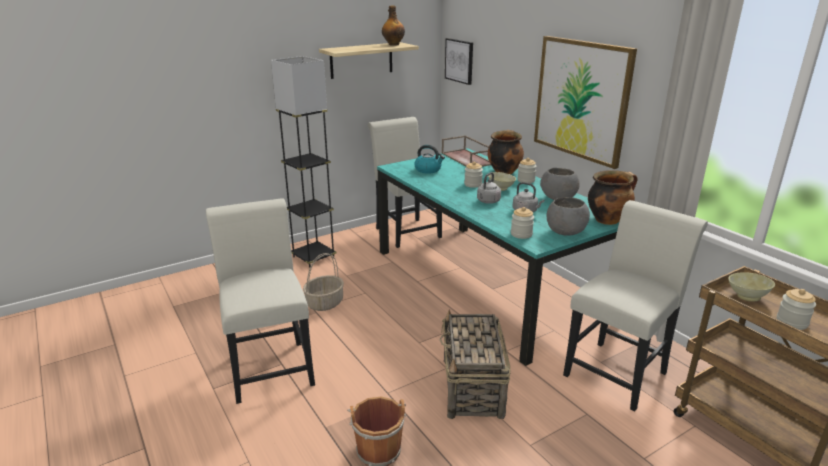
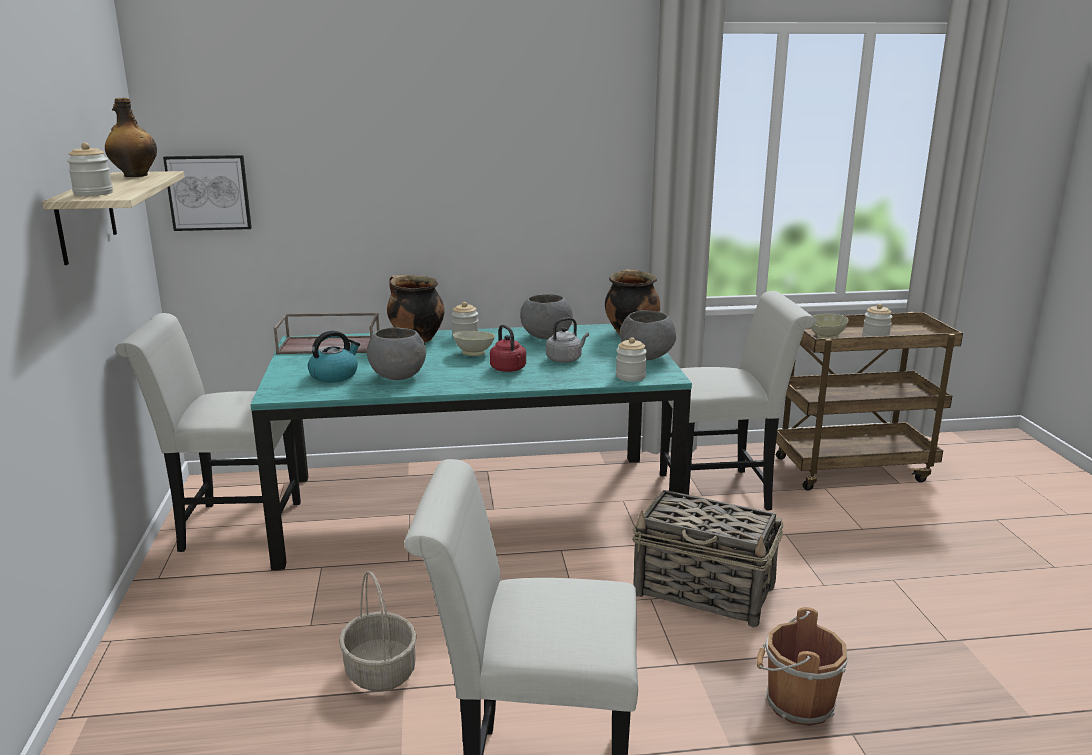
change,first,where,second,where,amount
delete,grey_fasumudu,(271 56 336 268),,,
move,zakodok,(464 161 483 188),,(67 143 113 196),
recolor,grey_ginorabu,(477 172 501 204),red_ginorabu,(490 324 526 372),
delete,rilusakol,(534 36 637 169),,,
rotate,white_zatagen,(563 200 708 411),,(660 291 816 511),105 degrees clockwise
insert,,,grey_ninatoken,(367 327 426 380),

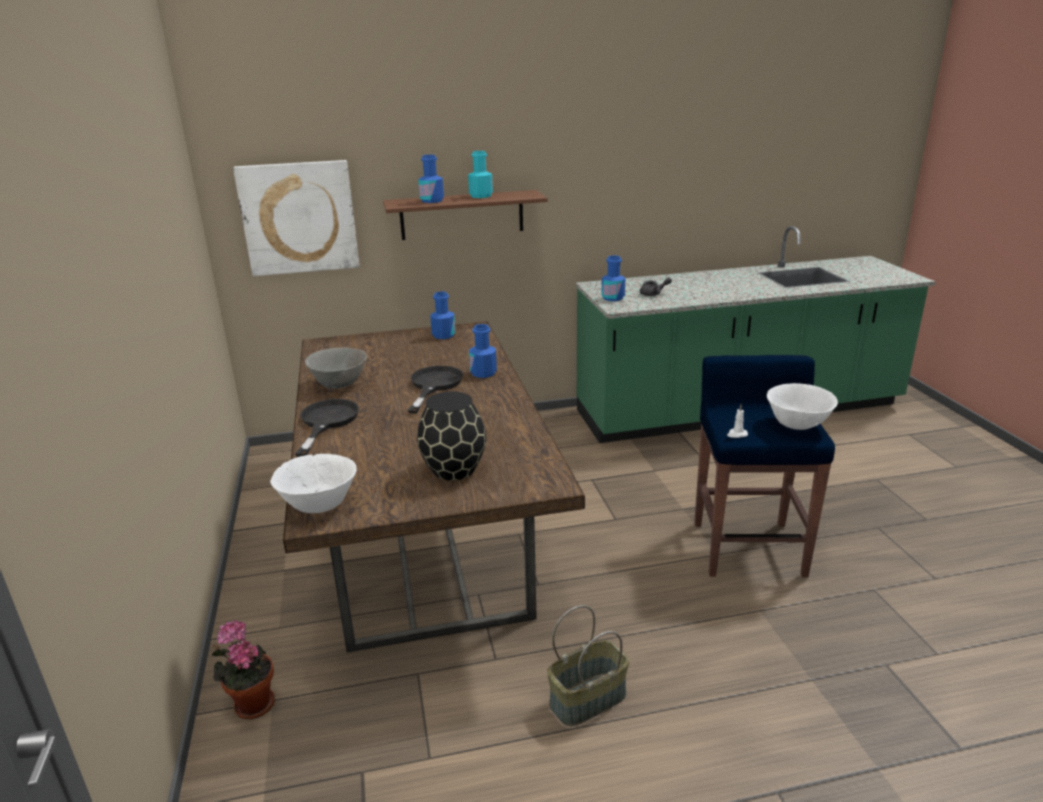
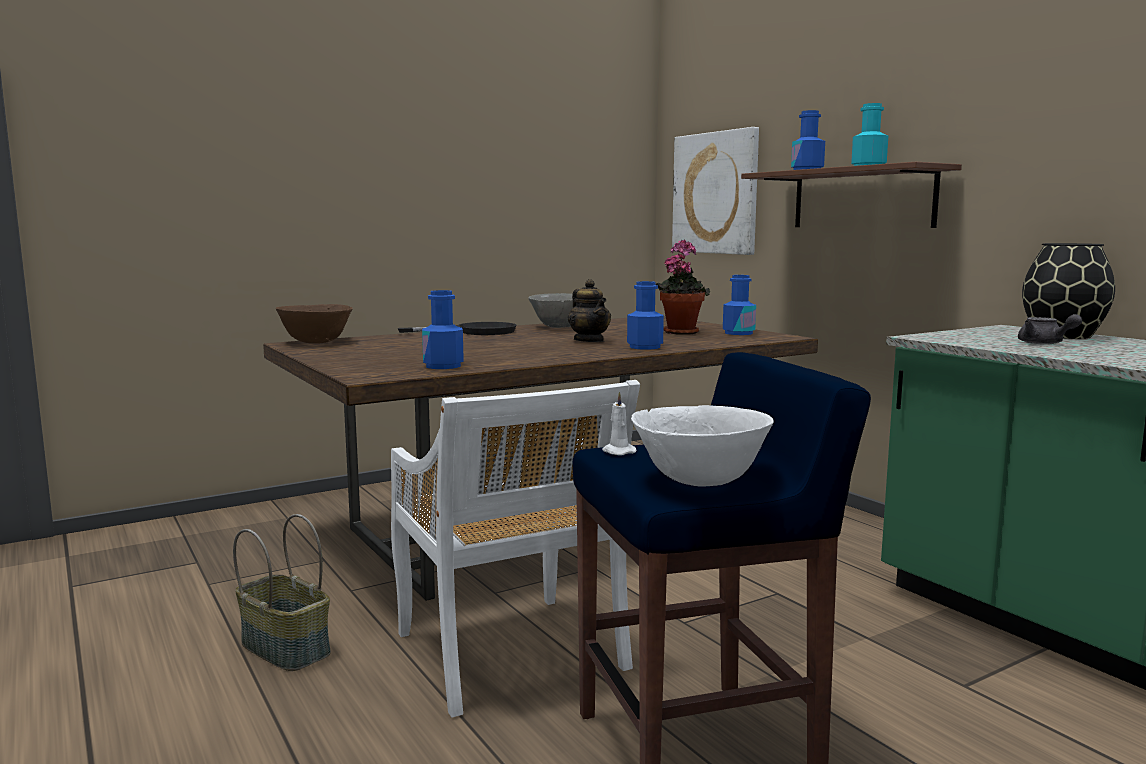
change,first,where,second,where,amount
move,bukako,(212 620 275 719),,(656 240 710 335),
recolor,white_ninatoken,(270 454 357 513),brown_ninatoken,(276 304 353 344),
replace,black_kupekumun,(408 366 463 413),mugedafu,(568 279 611 342),
move,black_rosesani,(417 391 486 481),,(1022 243 1115 339),
move,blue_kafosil,(601 256 625 301),,(422 290 464 369),
insert,,,white_zatagen,(391 380 640 717),

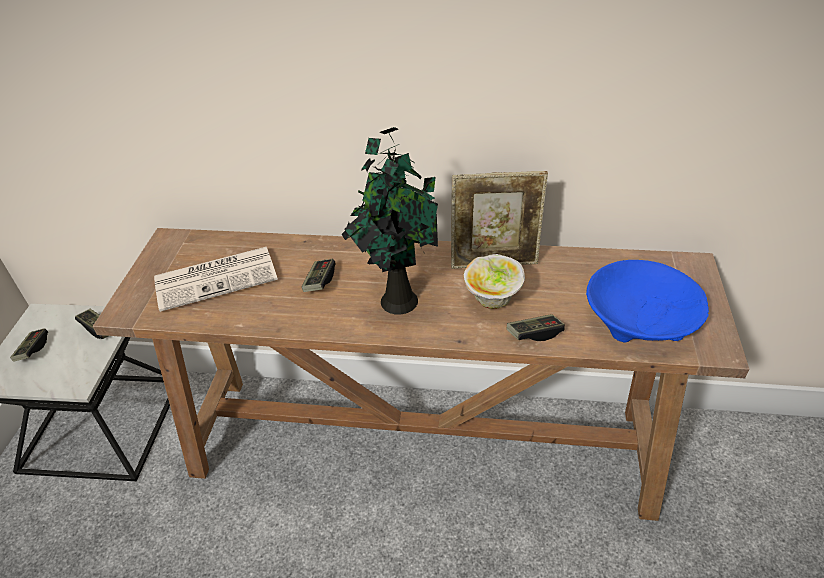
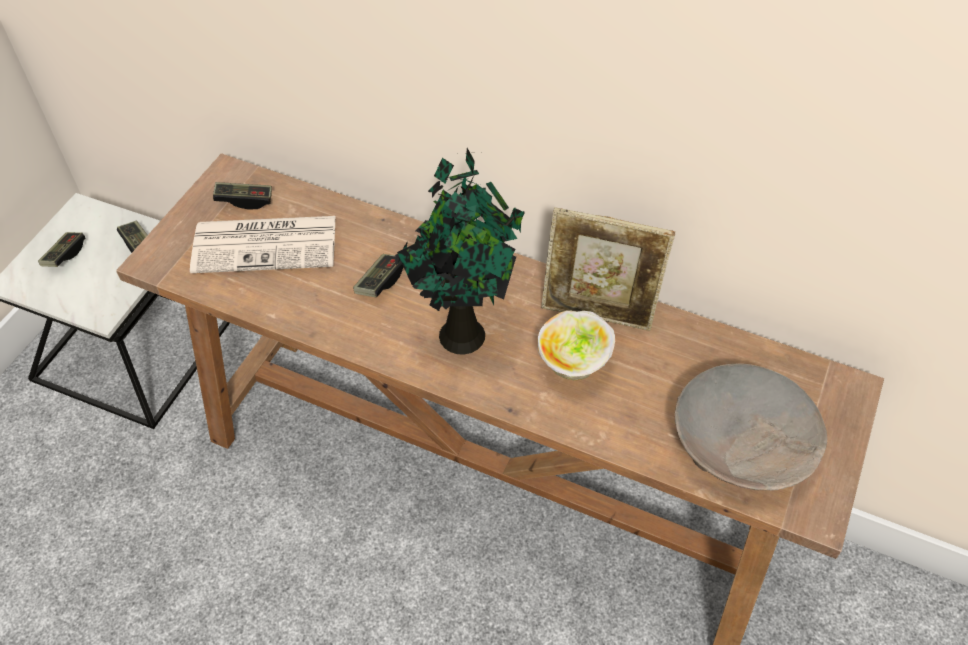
change,first,where,second,where,amount
move,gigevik,(506 314 565 341),,(213 182 272 210),
recolor,blue_ninatoken,(586 260 709 342),beige_ninatoken,(675 363 828 491),

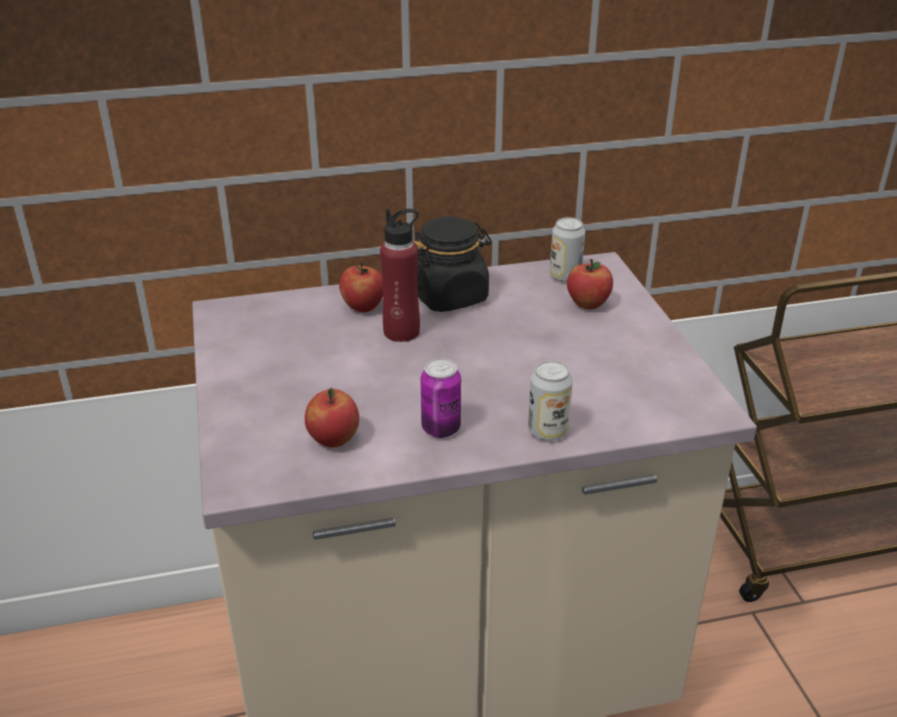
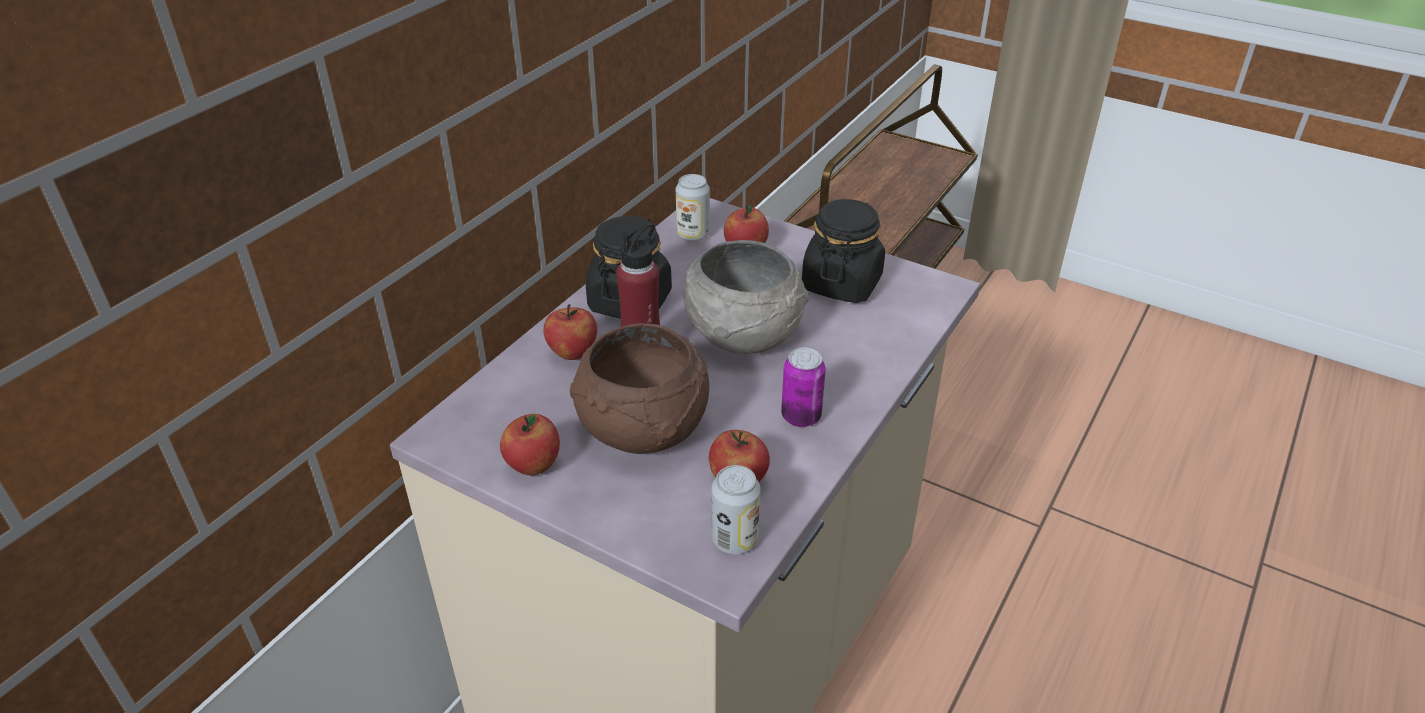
change,first,where,second,where,amount
move,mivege,(528 360 573 441),,(711 465 760 554),
insert,,,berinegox,(500 414 560 475),
insert,,,brown_ninatoken,(570 323 709 454),
insert,,,grey_ninatoken,(683 240 809 354),
insert,,,black_zakodok,(802 199 885 303),

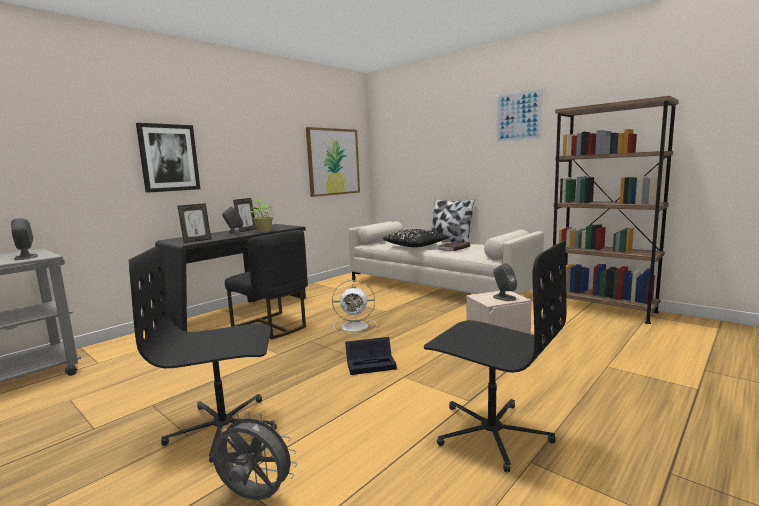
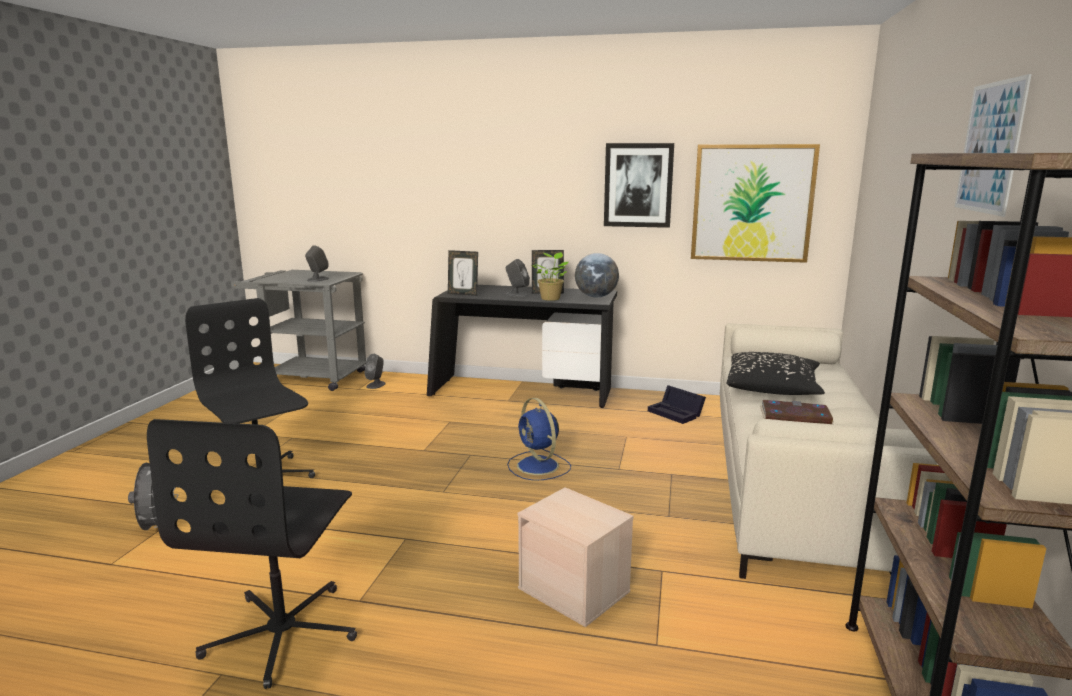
change,first,where,second,where,amount
move,rilusakol,(136 123 200 193),,(604 143 674 228),
delete,black_zatagen,(225 230 308 339),,,
recolor,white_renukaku,(332 280 377 334),blue_renukaku,(507 398 571 481),
move,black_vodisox,(345 337 397 375),,(648 385 706 424),
delete,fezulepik,(430 199 475 243),,,
move,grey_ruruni,(493 263 517 301),,(364 354 386 389),
insert,,,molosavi,(575 253 619 297),

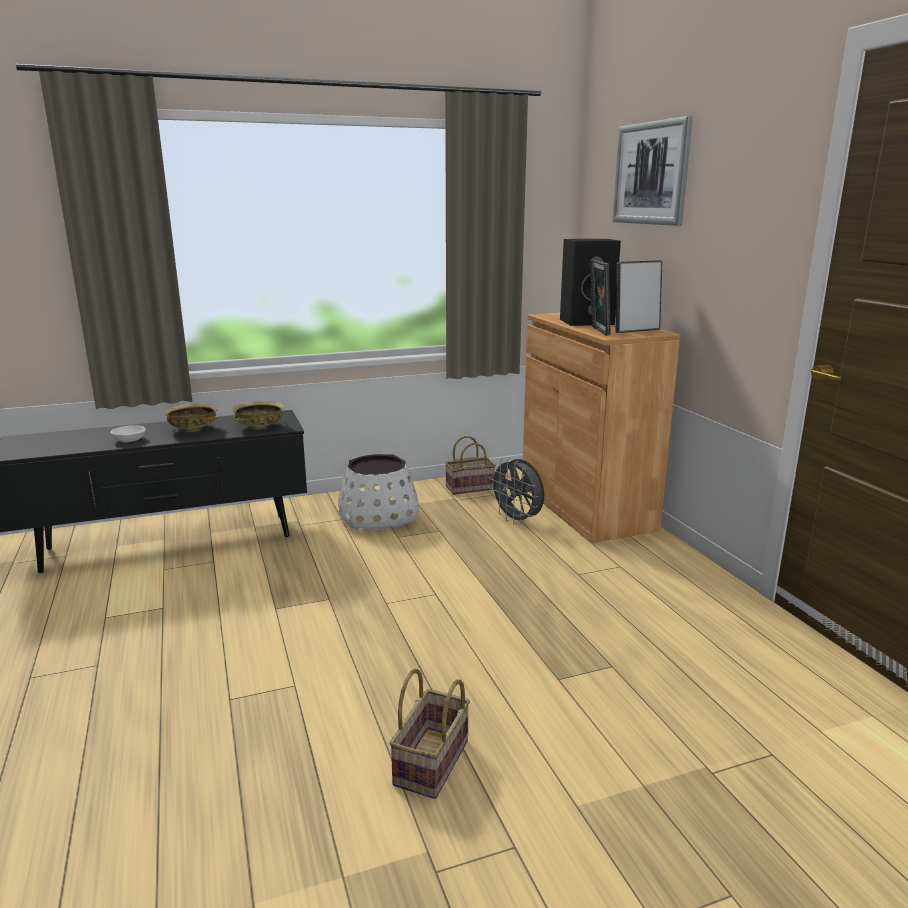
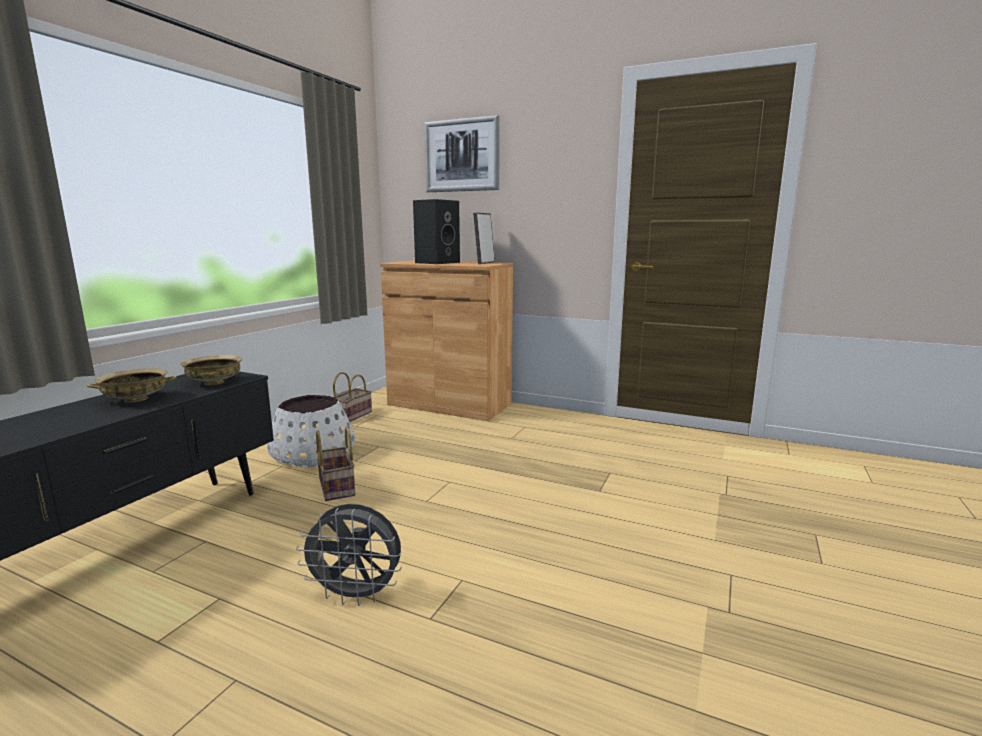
change,first,where,second,where,amount
delete,white_ninatoken,(110 425 146 442),,,
move,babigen,(389 669 470 799),,(316 426 355 501),
move,grey_renukaku,(489 458 544 525),,(296 504 402 606),
delete,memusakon,(590 259 611 336),,,

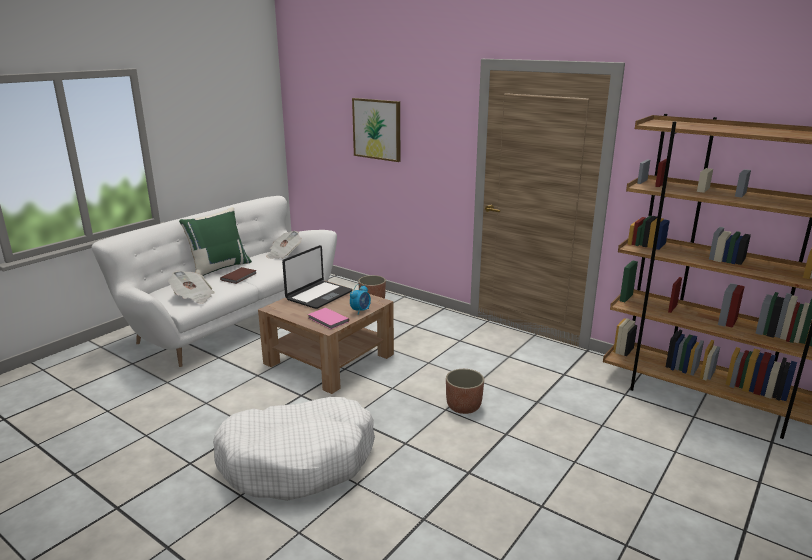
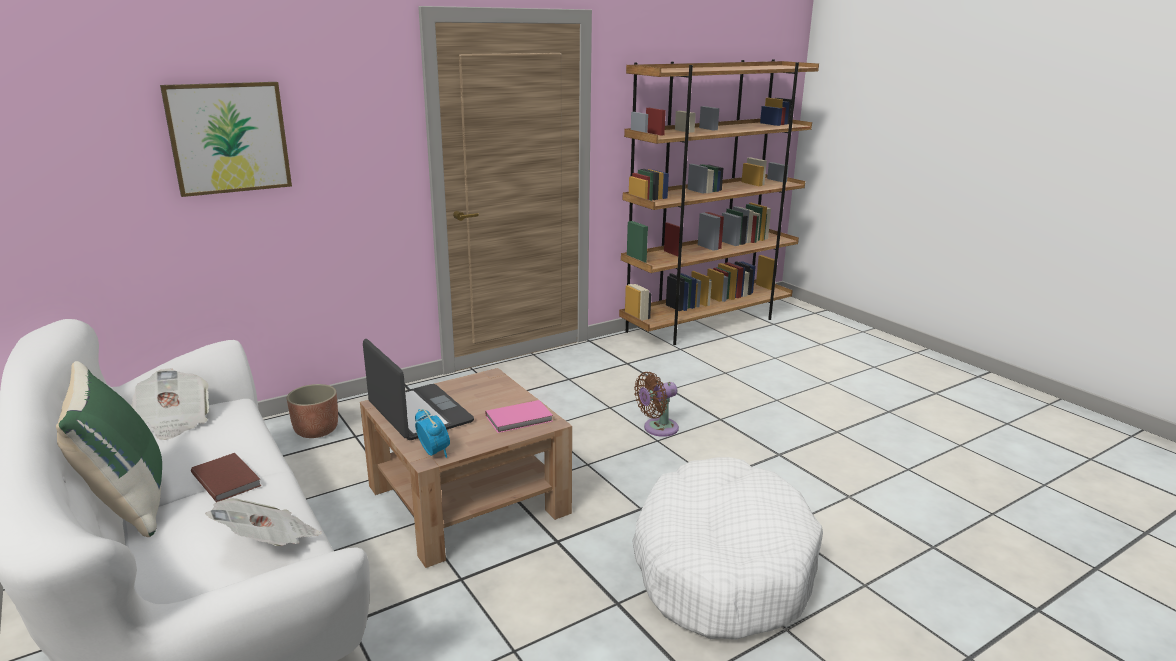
change,first,where,second,where,amount
move,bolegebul,(350 284 371 314),,(415 409 450 458),
replace,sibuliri,(446 369 484 414),brown_renukaku,(634 372 679 437),

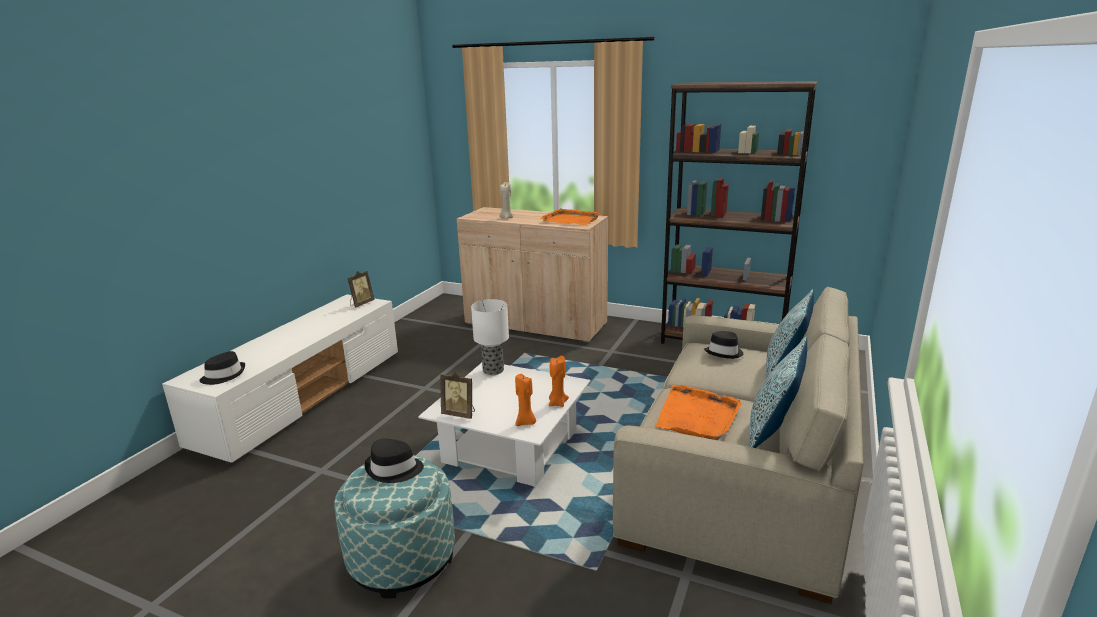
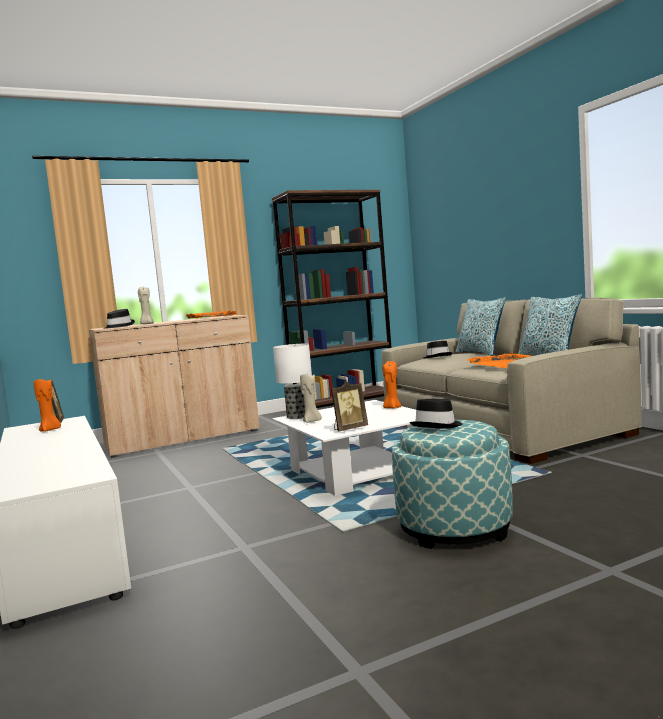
change,first,where,second,where,amount
move,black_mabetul,(199 351 245 385),,(103 309 135 329),
move,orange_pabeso,(515 374 536 426),,(34 379 61 432),
insert,,,beige_pabeso,(300 374 322 423),

